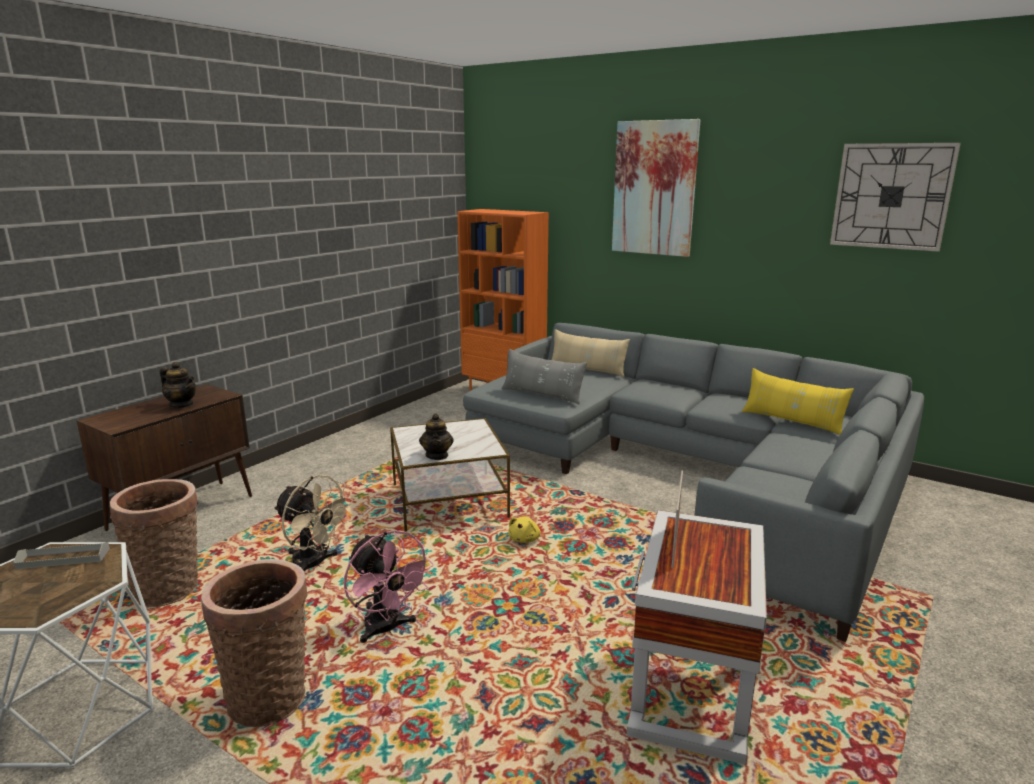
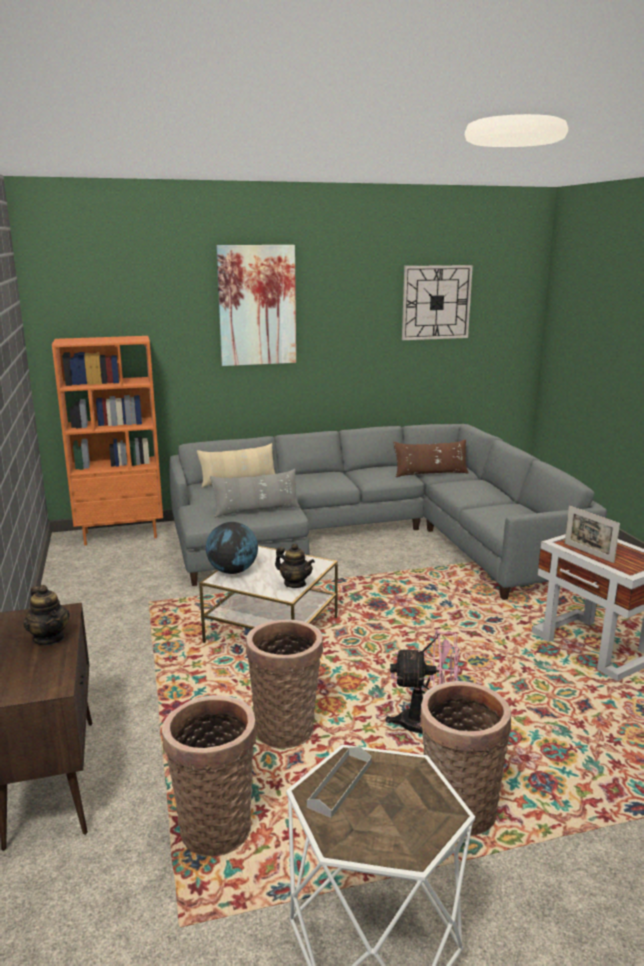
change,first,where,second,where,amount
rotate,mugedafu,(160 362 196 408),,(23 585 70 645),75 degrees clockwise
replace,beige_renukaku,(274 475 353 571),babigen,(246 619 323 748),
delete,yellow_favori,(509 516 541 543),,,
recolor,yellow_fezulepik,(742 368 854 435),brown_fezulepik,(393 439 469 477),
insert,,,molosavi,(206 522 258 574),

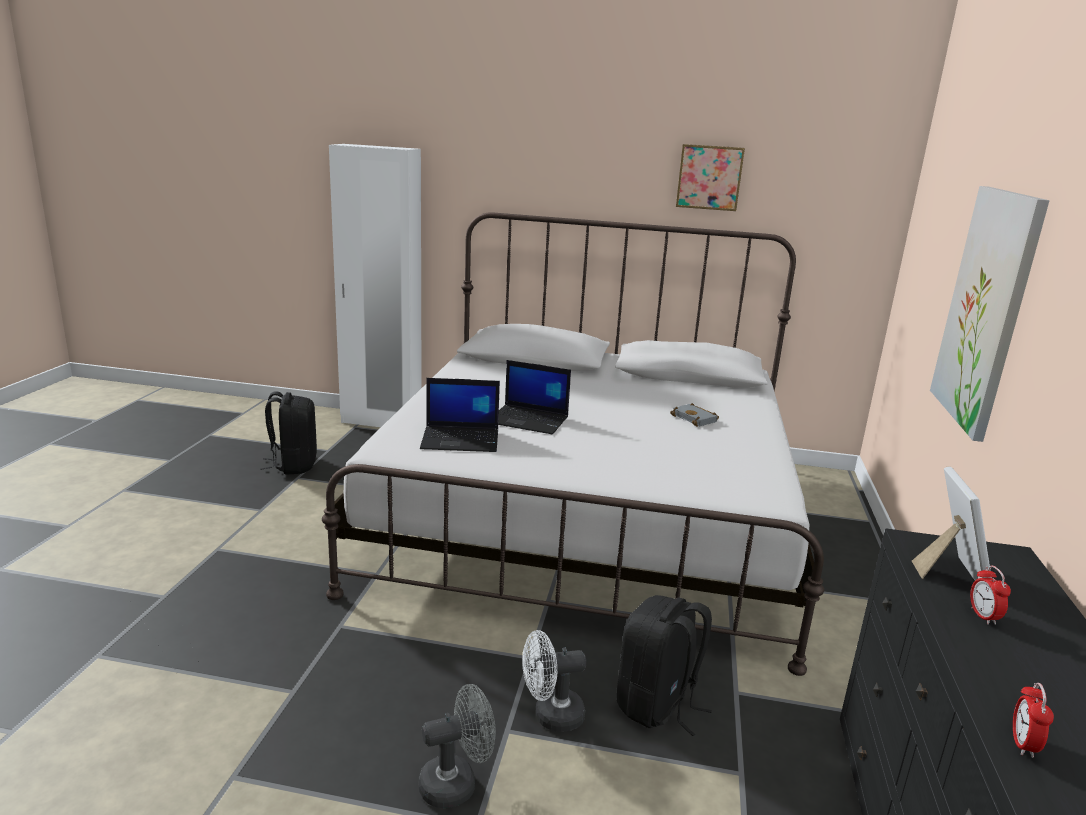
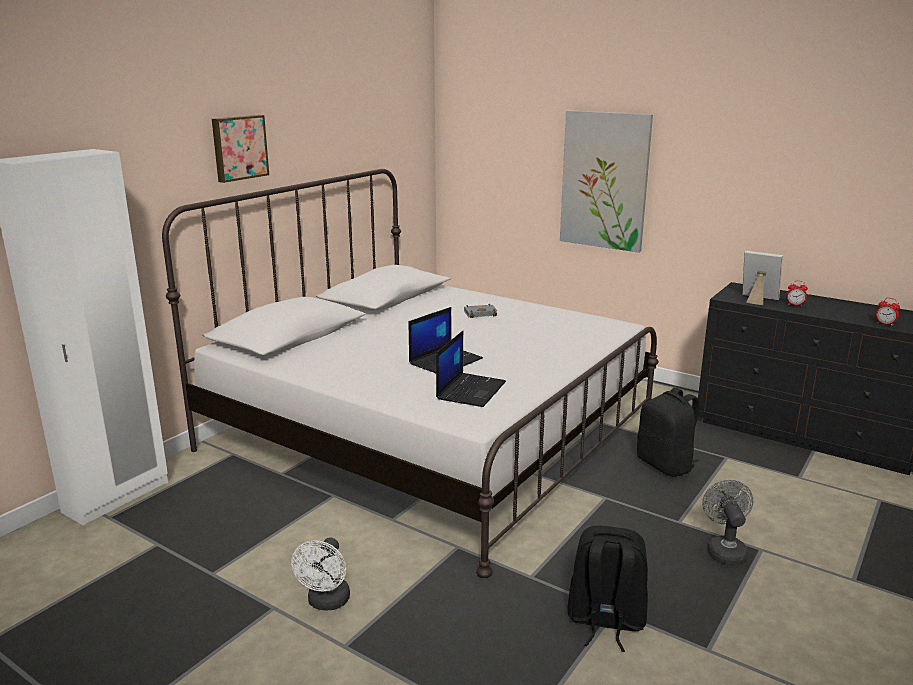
change,first,where,second,where,amount
move,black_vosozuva,(260 391 317 475),,(567 525 648 652),
move,white_renukaku,(522 630 586 732),,(291 538 350 610),
move,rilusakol,(676 144 745 211),,(212 115 269 183),

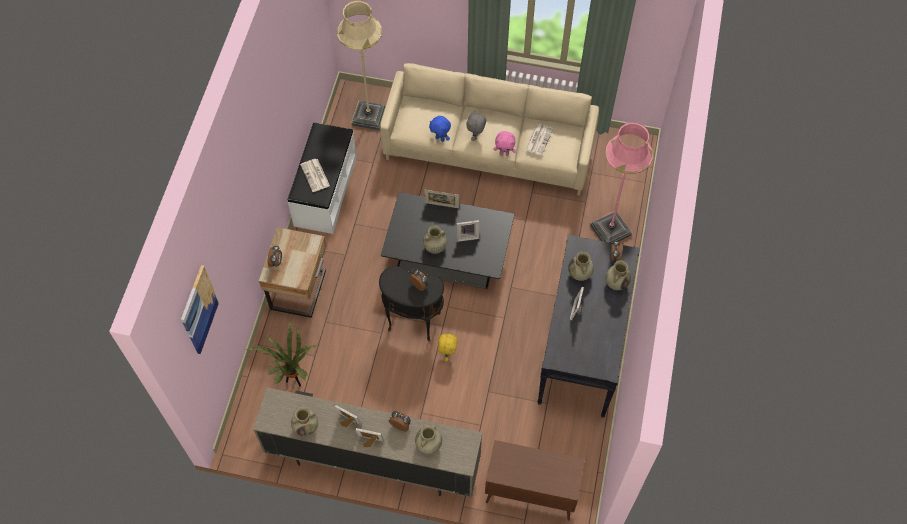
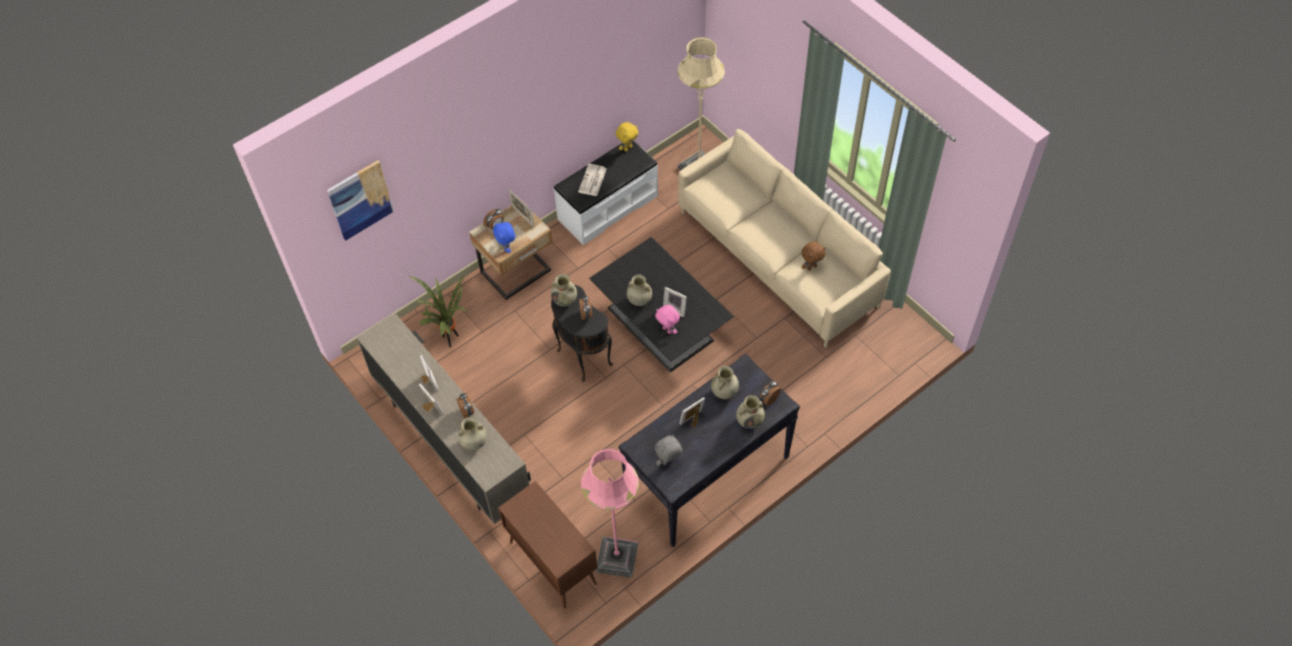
change,first,where,second,where,amount
move,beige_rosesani,(291 407 318 436),,(551 274 577 306),
move,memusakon,(424 190 459 208),,(509 189 534 227),
move,blue_favori,(429 116 451 142),,(493 222 515 253),
move,yellow_favori,(438 333 457 361),,(616 122 638 151),
move,grey_favori,(466 111 486 141),,(655 434 682 466),
move,pink_favori,(494 131 516 156),,(655 305 680 334),
replace,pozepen,(525 124 553 156),brown_favori,(801 242 826 271),
move,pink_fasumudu,(590 122 653 243),,(581 449 639 578),

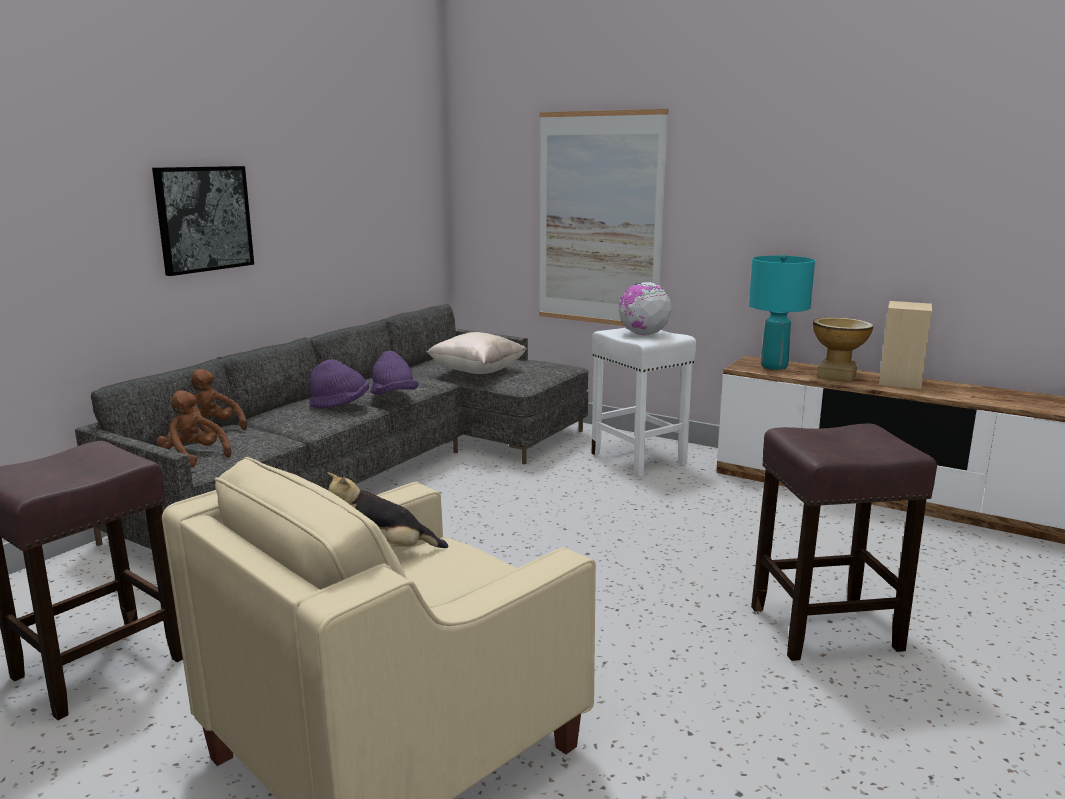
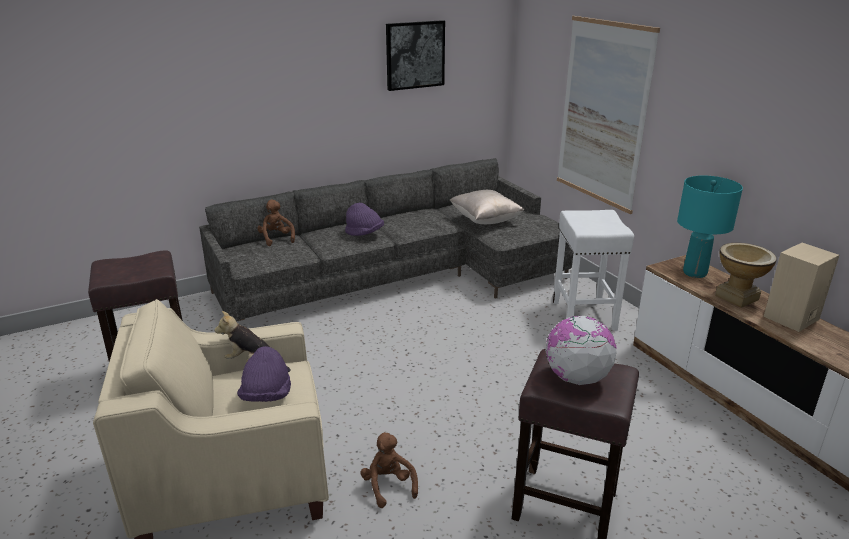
change,first,where,second,where,amount
move,rilusakol,(152 166 254 276),,(386 20 445 91),
move,brown_favori,(156 390 231 467),,(360 432 418 508),
move,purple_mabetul,(370 351 419 395),,(237 346 291 402),
move,molosavi,(618 282 672 335),,(545 316 617 385),

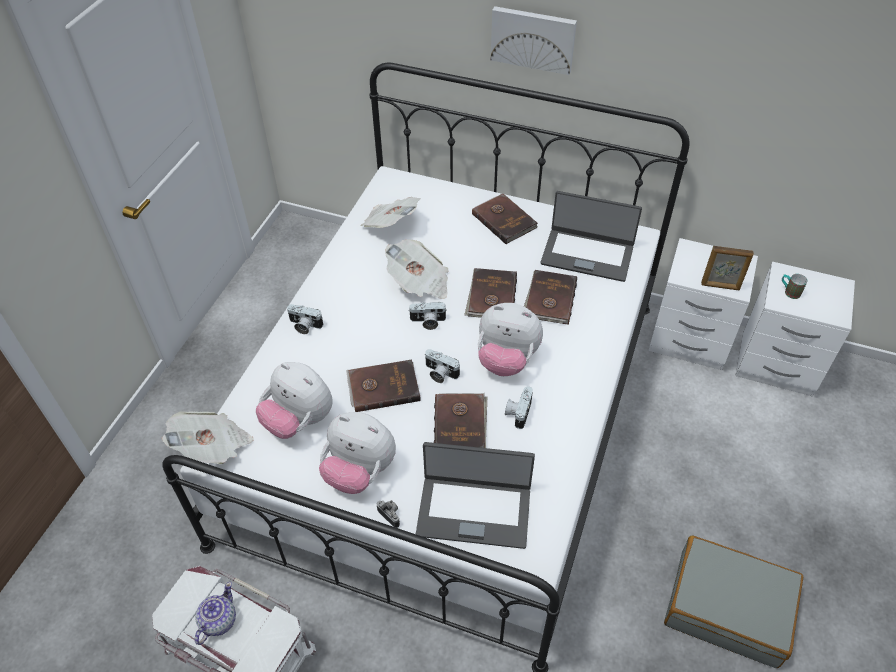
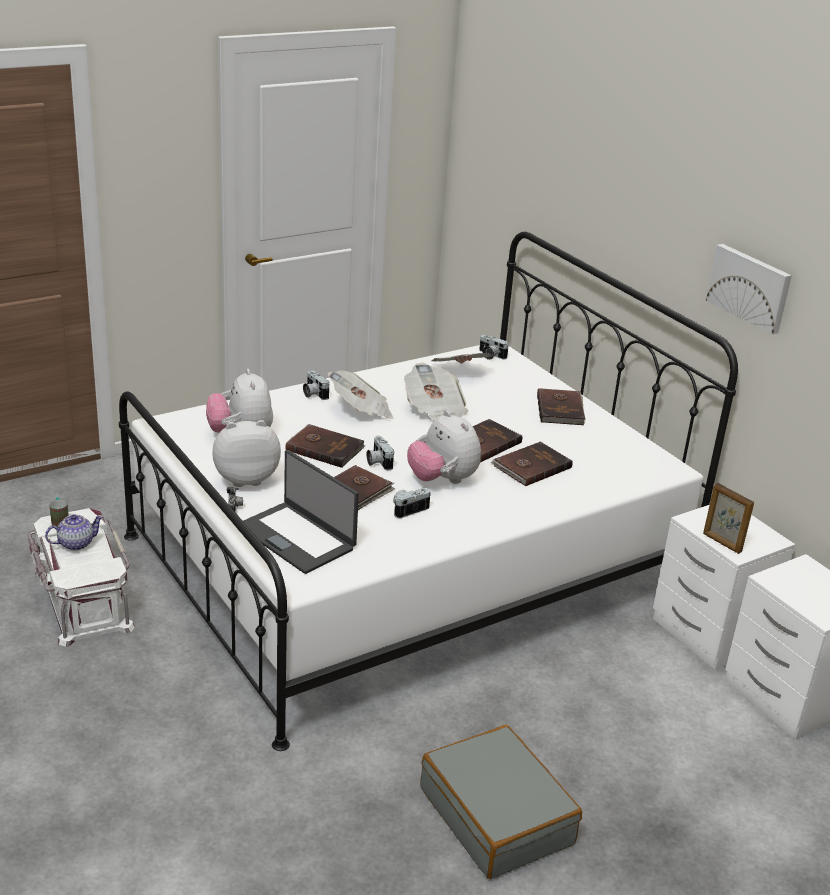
change,first,where,second,where,amount
move,pozepen,(161 411 253 465),,(328 370 393 419),
rotate,favori,(319 412 396 494),,(212 420 281 487),105 degrees clockwise
move,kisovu,(408 302 447 330),,(479 335 509 360),
move,rilusakol,(491 6 577 75),,(706 244 792 335),
delete,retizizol,(540 191 642 282),,,
move,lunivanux,(782 274 807 299),,(50 497 69 527),

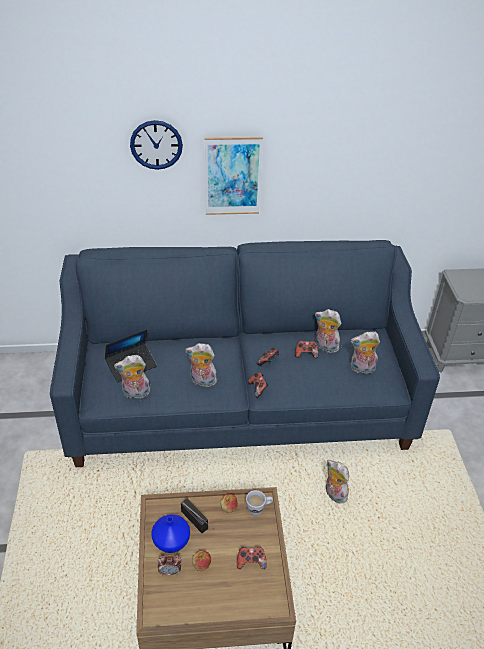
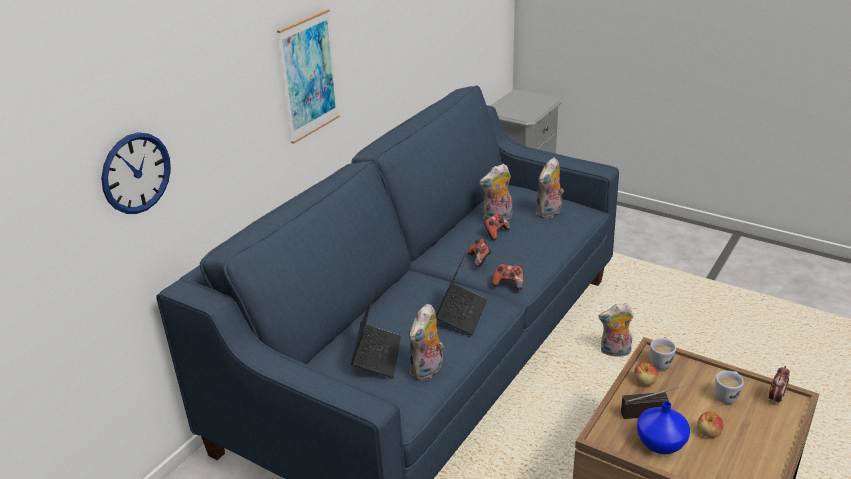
change,first,where,second,where,amount
move,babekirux,(130 120 183 170),,(101 132 171 214),
move,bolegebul,(158 555 181 575),,(769 366 790 406),
replace,favori,(185 343 217 389),retizizol,(436 255 487 335),
replace,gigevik,(237 547 267 569),white_lunivanux,(715 371 744 404),

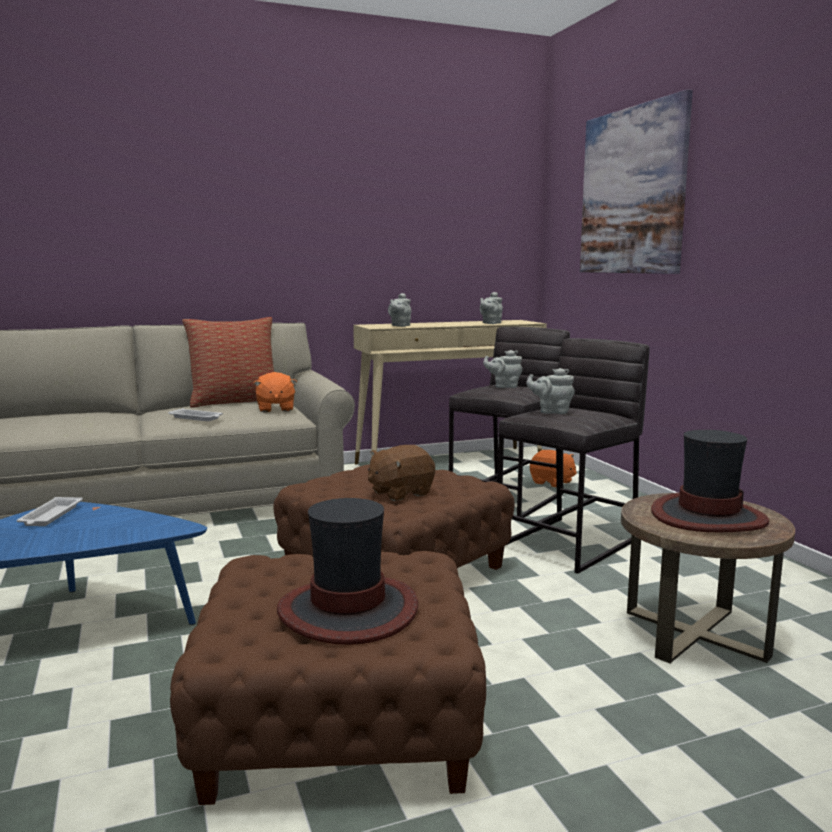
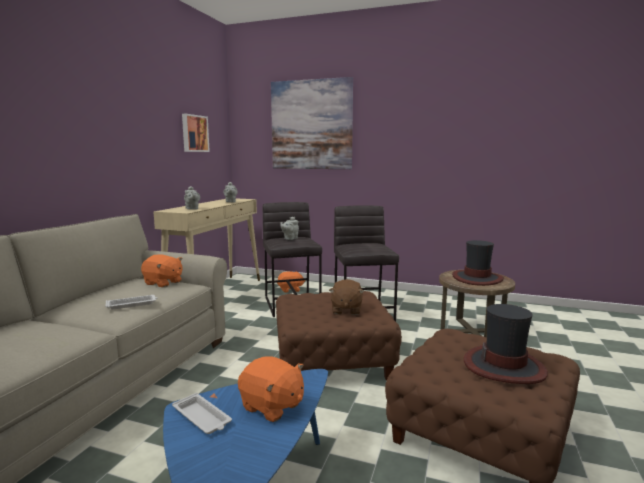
change,first,where,second,where,amount
delete,fezulepik,(182 317 274 408),,,
delete,grey_mugedafu,(526 368 575 414),,,
insert,,,rilusakol,(182 114 210 152),
insert,,,orange_favori,(238 356 304 422),

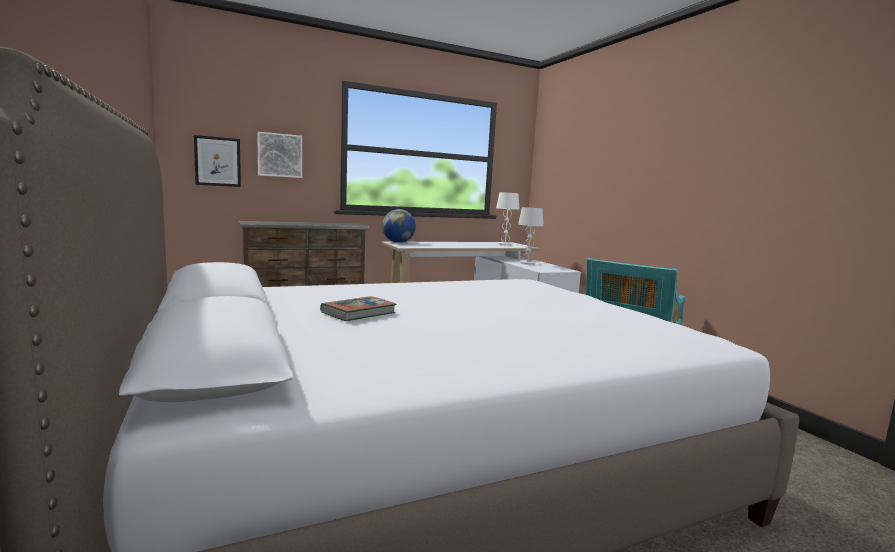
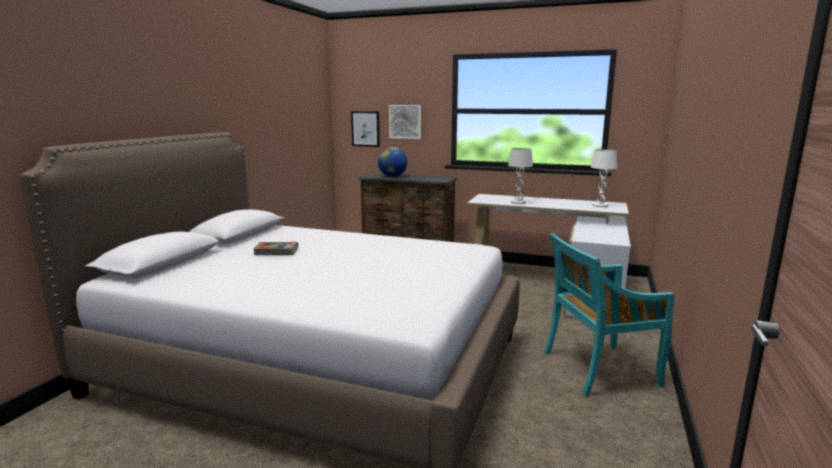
change,first,where,second,where,amount
move,molosavi,(382 209 416 243),,(378 147 407 177),
move,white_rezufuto,(518 207 544 265),,(508 148 533 204),

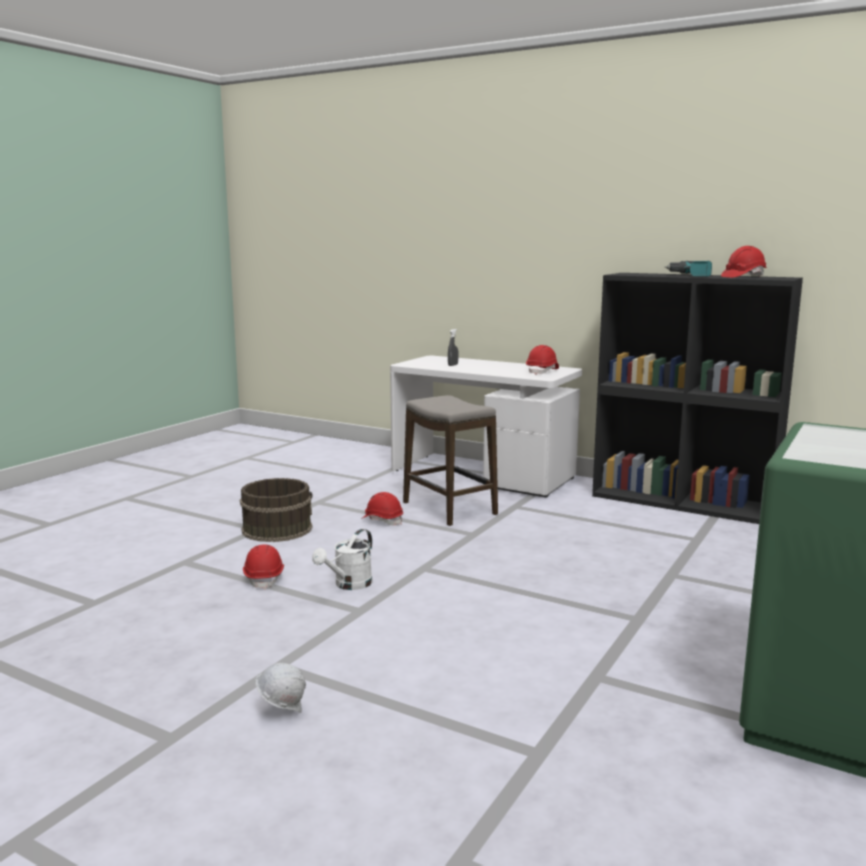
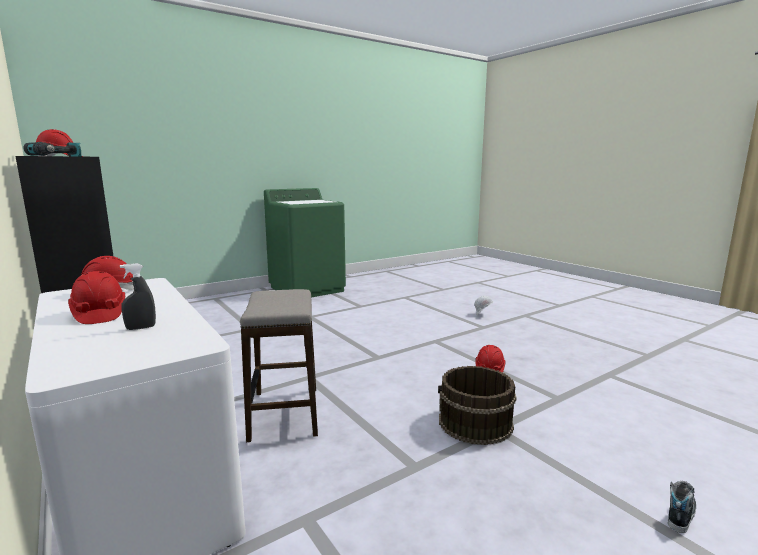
change,first,where,second,where,amount
delete,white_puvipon,(312 529 373 590),,,
move,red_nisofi,(361 492 403 525),,(68 271 125 324),
insert,,,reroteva,(668 481 696 533),

